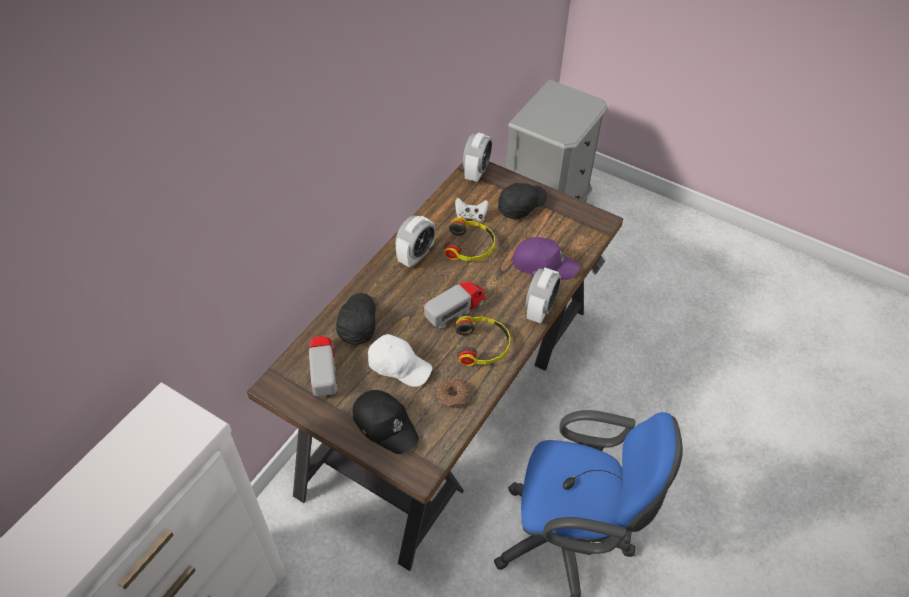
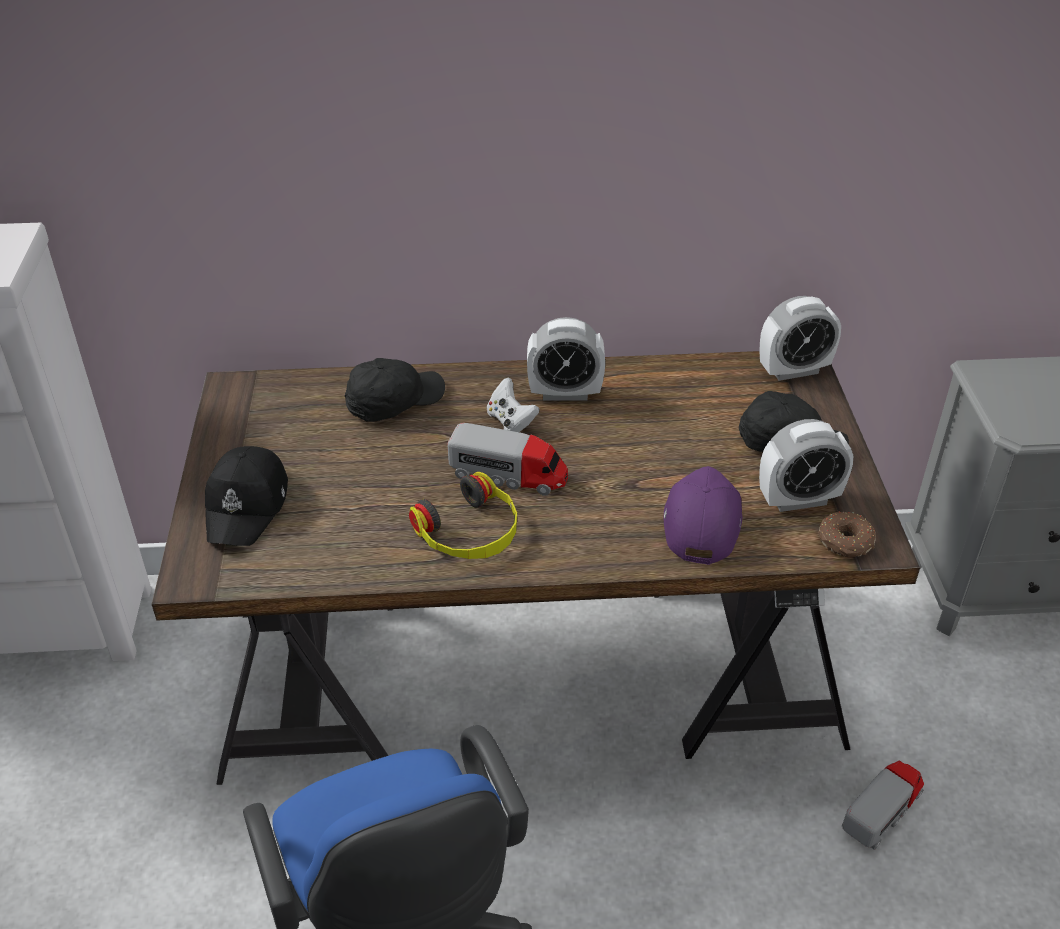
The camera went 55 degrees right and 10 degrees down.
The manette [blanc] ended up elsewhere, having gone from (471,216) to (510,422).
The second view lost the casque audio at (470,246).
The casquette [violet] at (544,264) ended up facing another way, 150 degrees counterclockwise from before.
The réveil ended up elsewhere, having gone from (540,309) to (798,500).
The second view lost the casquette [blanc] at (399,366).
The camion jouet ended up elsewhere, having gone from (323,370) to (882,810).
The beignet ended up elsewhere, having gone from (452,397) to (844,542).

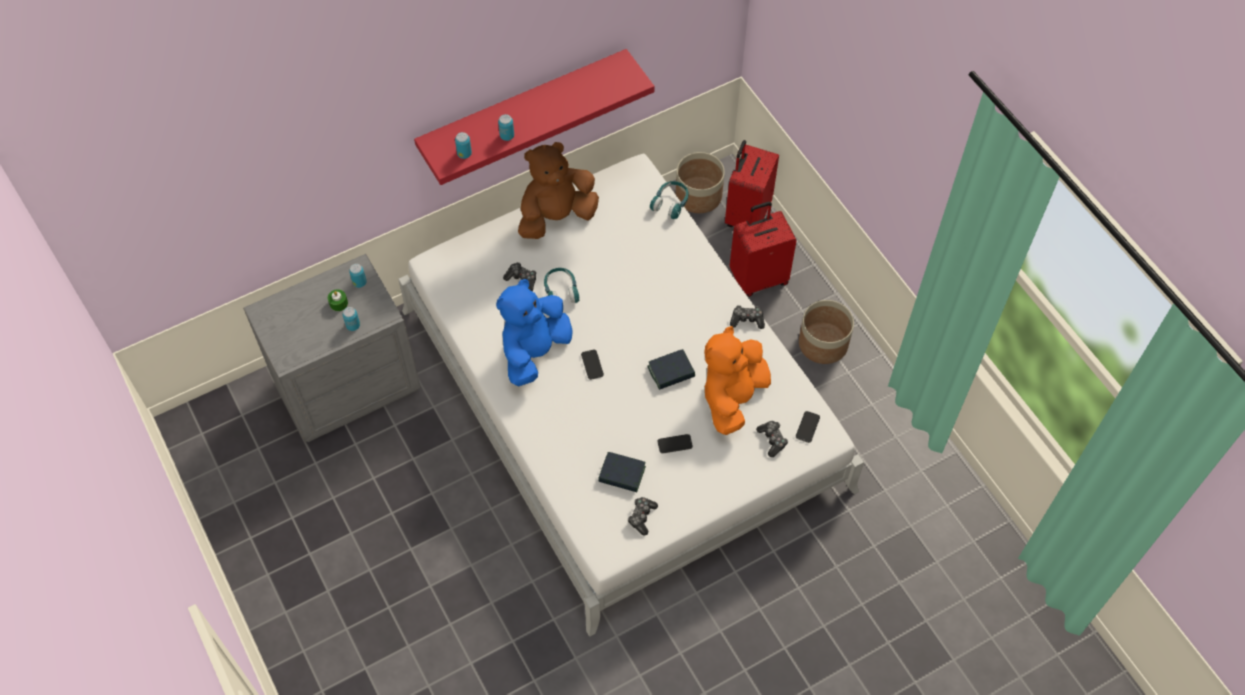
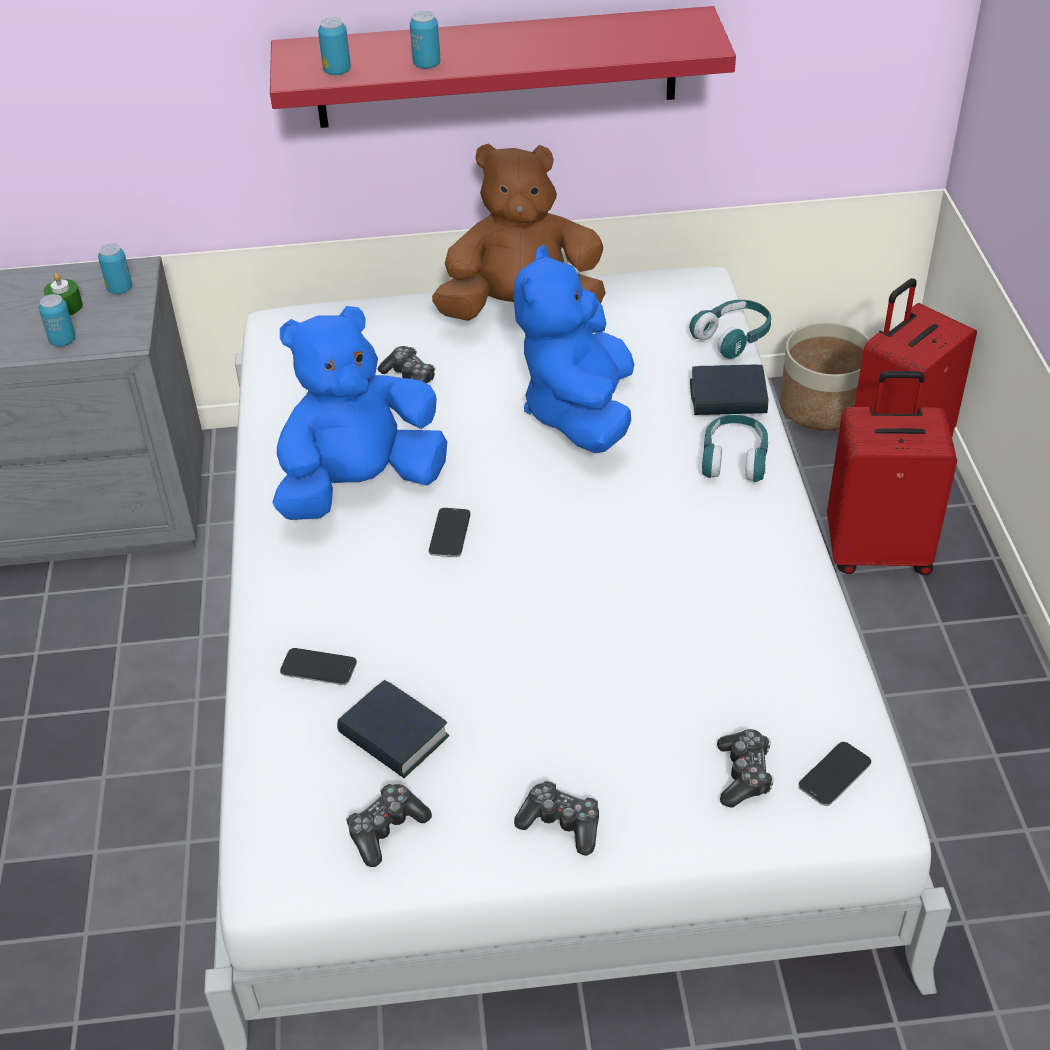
The camera went 25 degrees right and 15 degrees down.
The casque audio [turquoise] ended up elsewhere, having gone from (561,291) to (734,459).
The second view lost the cache-pot at (822,343).
The manette ended up elsewhere, having gone from (747,320) to (561,824).
The second view lost the peluche [orange] at (732,397).
The livre ended up elsewhere, having gone from (671,372) to (728,398).
The téléphone ended up elsewhere, having gone from (675,444) to (318,668).
The second view gained the peluche [bleu] at (580,412).

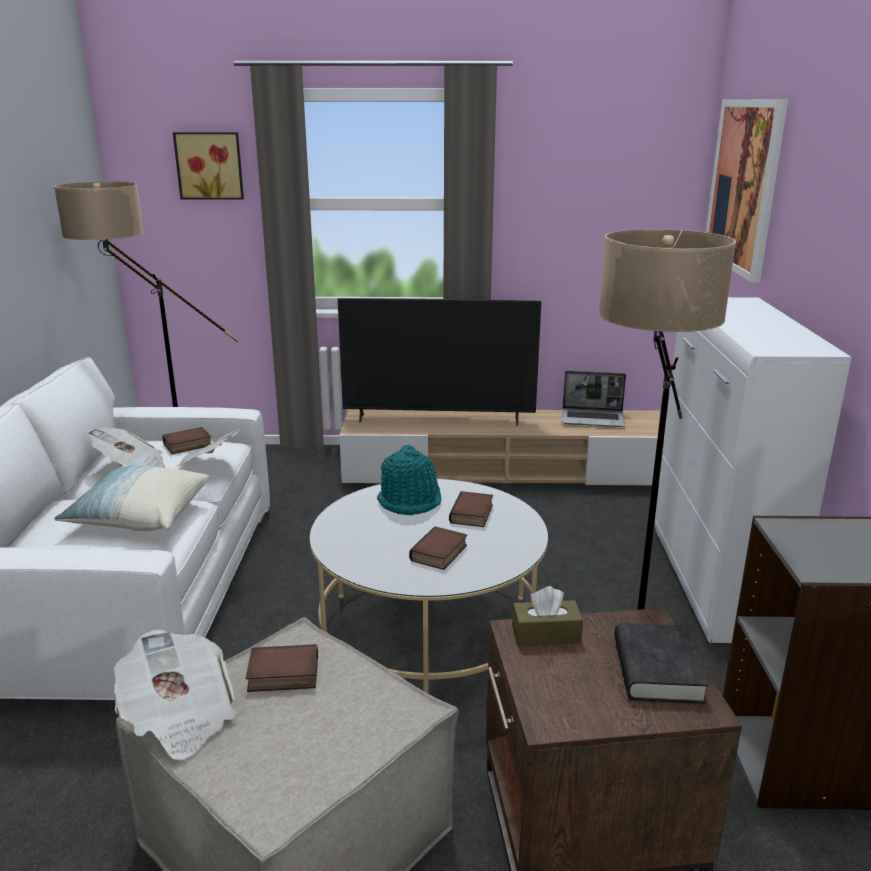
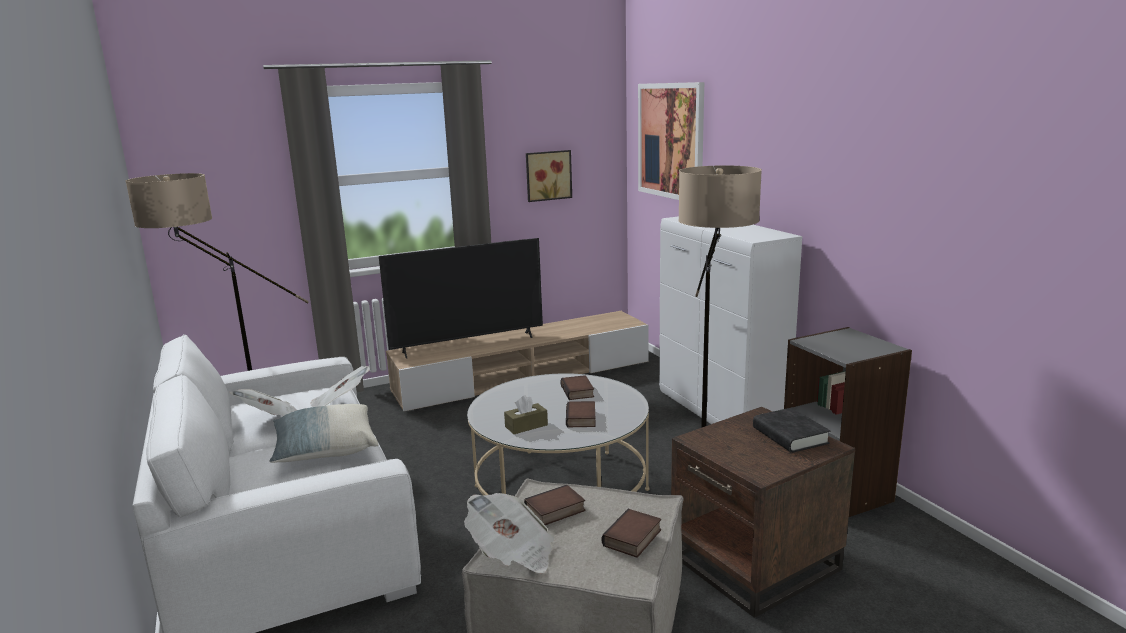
The camera went 25 degrees left and 5 degrees down.
The tableau ended up elsewhere, having gone from (210,165) to (548,175).
The second view lost the ordinateur portable at (593,419).
The livre ended up elsewhere, having gone from (187,445) to (633,539).
The second view lost the chapeau [turquoise] at (410,500).
The boîte à mouchoirs [marron] ended up elsewhere, having gone from (546,634) to (526,426).

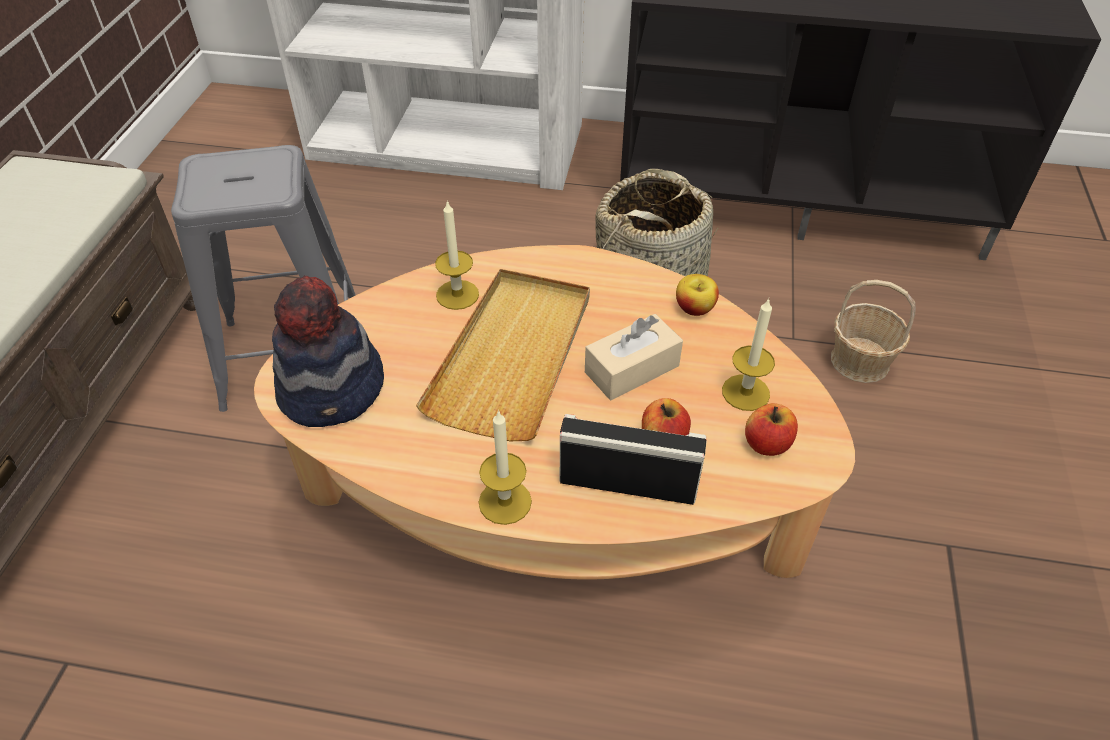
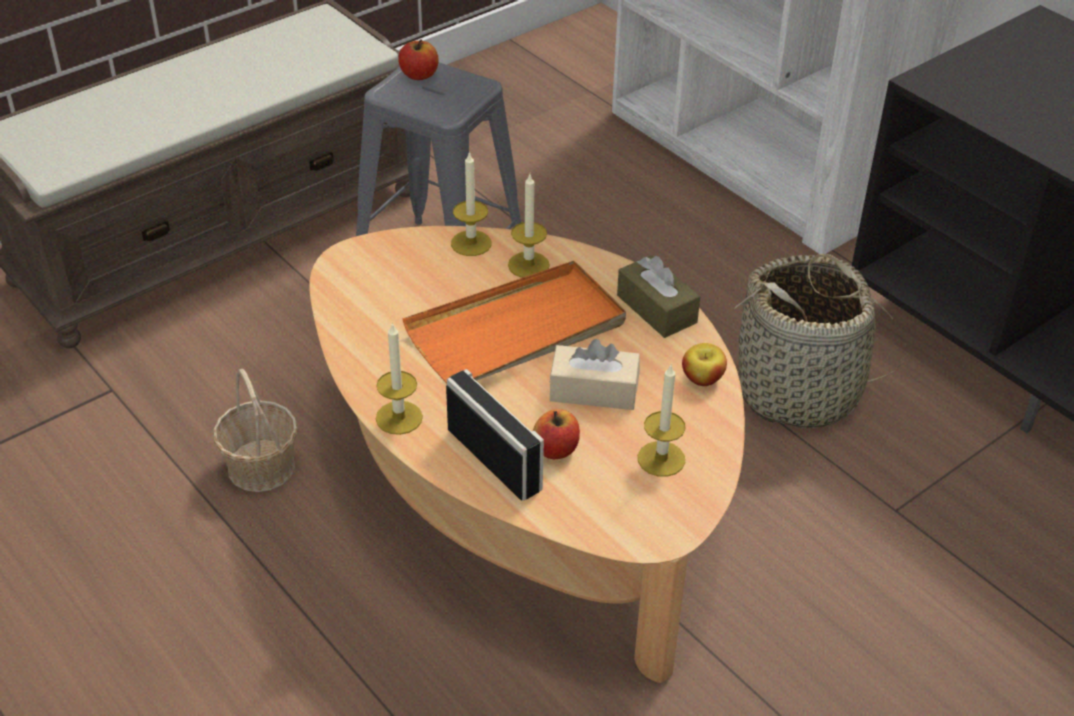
The camera went 40 degrees right and 5 degrees down.
What was the plateau [beige] at (513,356) turned into the plateau [orange] at (517,330).
The second view lost the chapeau at (334,390).
The panier ended up elsewhere, having gone from (860,361) to (261,467).
The pomme ended up elsewhere, having gone from (767,444) to (419,75).
The second view gained the bougie at (471,243).
The second view gained the boîte à mouchoirs [marron] at (656,309).

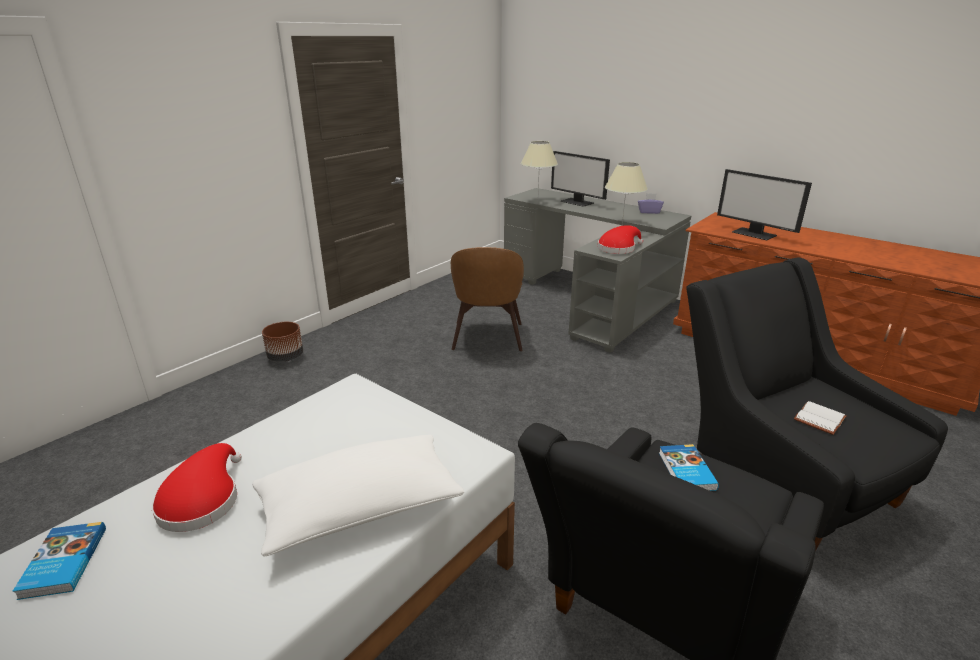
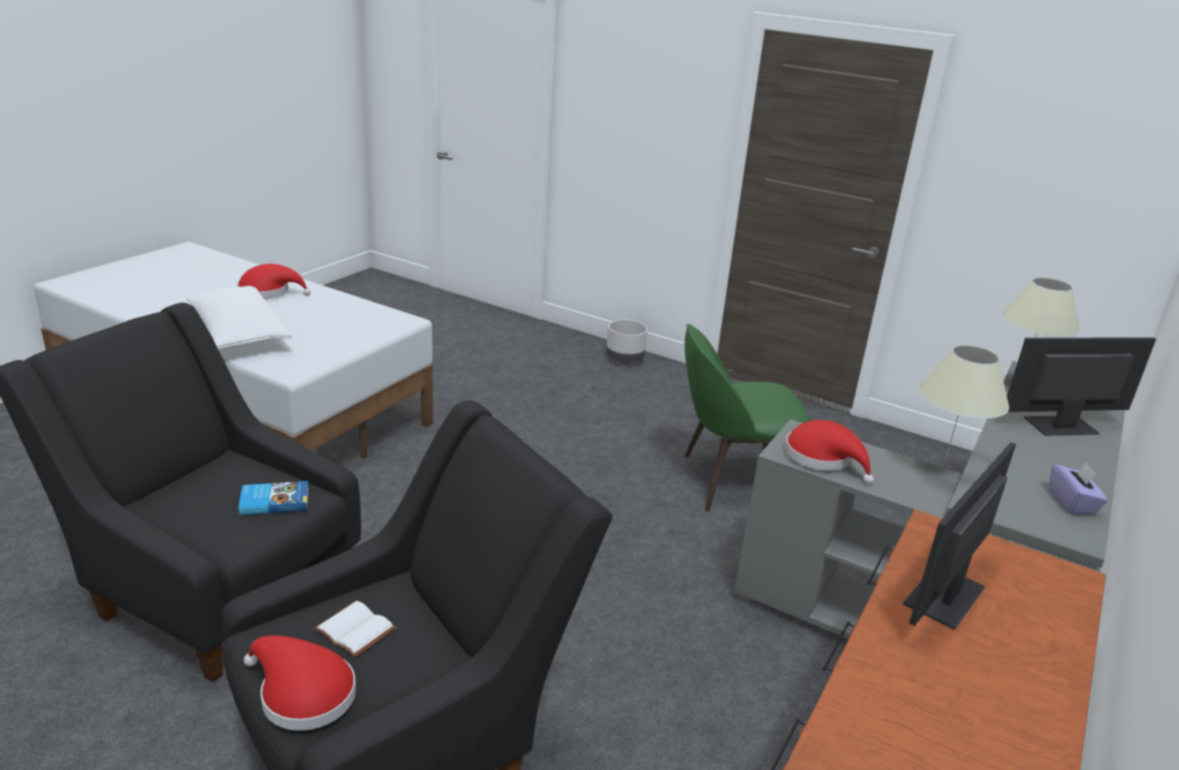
The camera went 80 degrees right and 0 degrees up.
The écran d'ordinateur at (577,202) ended up facing another way, 45 degrees clockwise from before.
What was the chaise [marron] at (487,338) turned into the chaise [vert] at (731,481).
What was the cache-pot [marron] at (286,357) turned into the cache-pot [gris] at (625,359).
The second view lost the livre at (62,563).
The second view gained the chapeau [rouge] at (302,694).

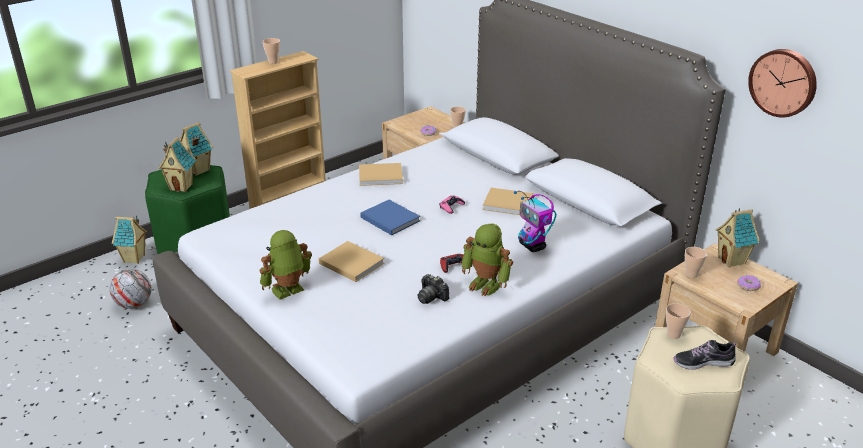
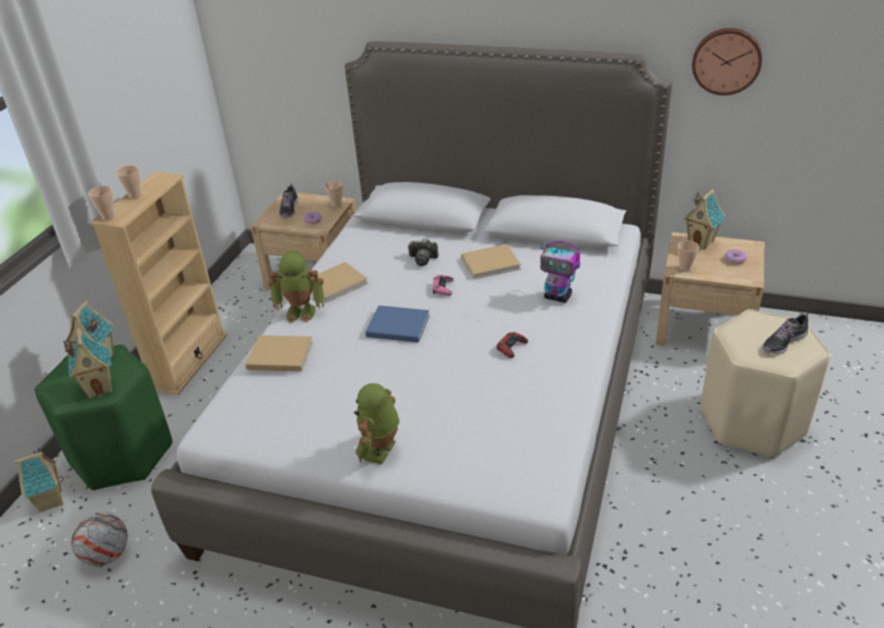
The camera went 30 degrees left and 5 degrees up.
The robot jouet ended up elsewhere, having gone from (486,284) to (301,311).
The livre [beige] ended up elsewhere, having gone from (350,262) to (278,355).
The appareil photo ended up elsewhere, having gone from (432,297) to (423,259).
The tasse ended up elsewhere, having gone from (673,334) to (108,217).
The second view gained the chaussure at (289,209).

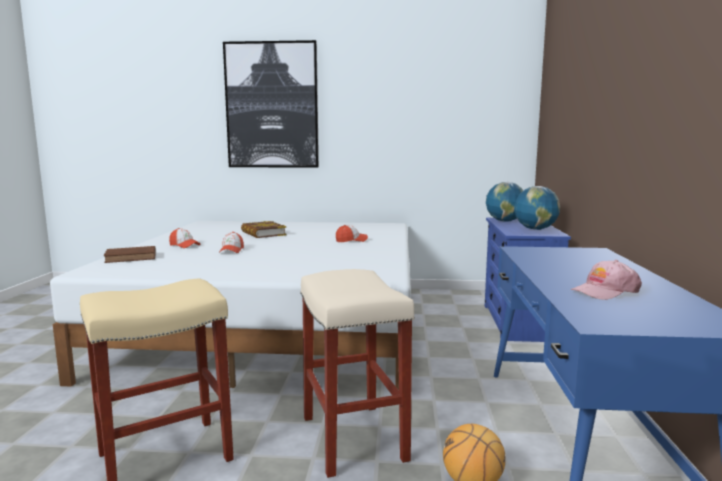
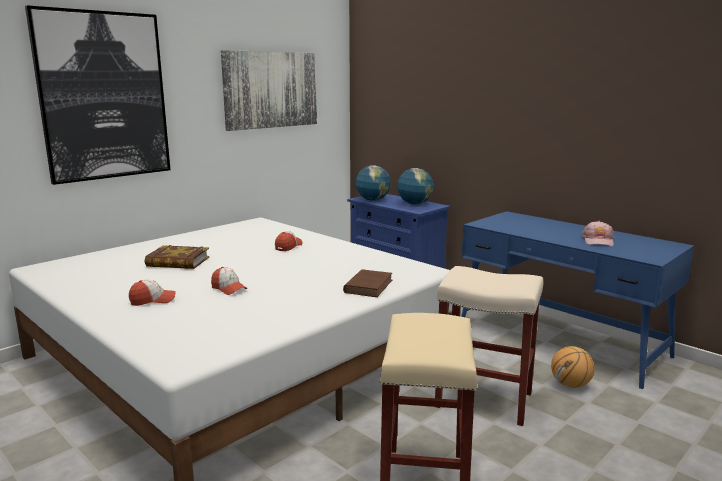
The camera went 50 degrees left and 5 degrees up.
The livre [marron] ended up elsewhere, having gone from (132,257) to (369,286).
The second view gained the tableau at (271,90).

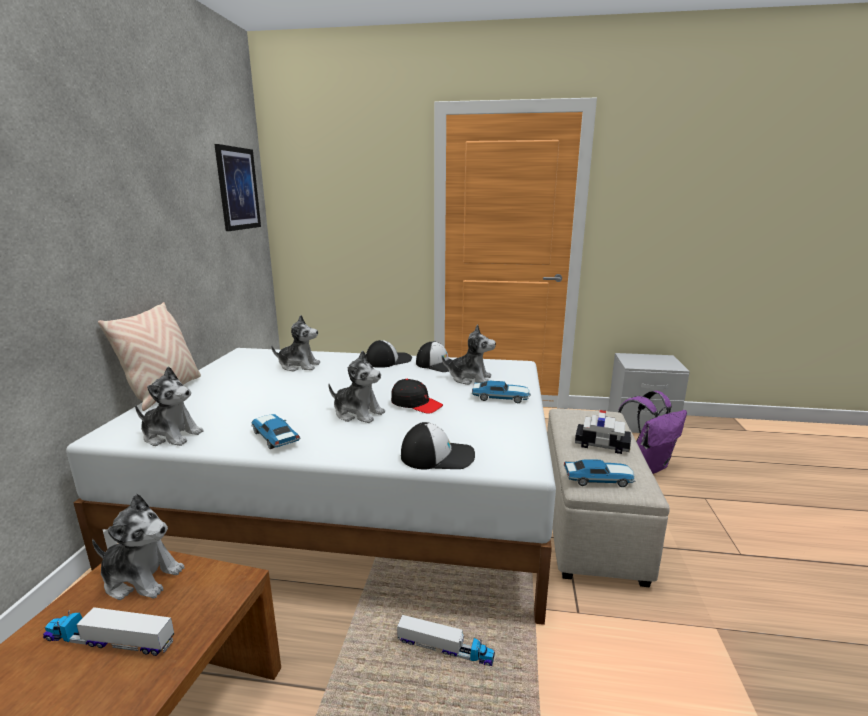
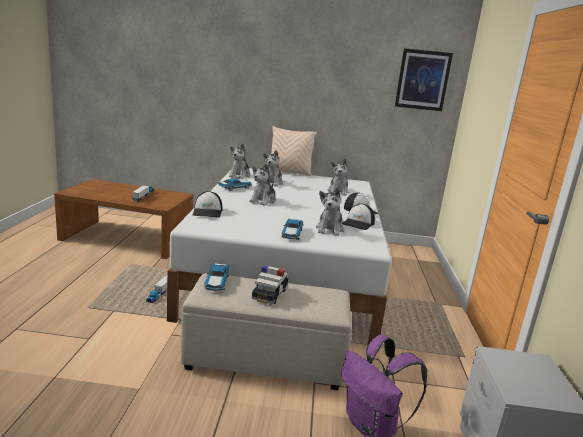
The camera went 85 degrees right and 0 degrees up.
The second view lost the casquette [noir] at (416,404).
The peluche ended up elsewhere, having gone from (142,577) to (272,183).

